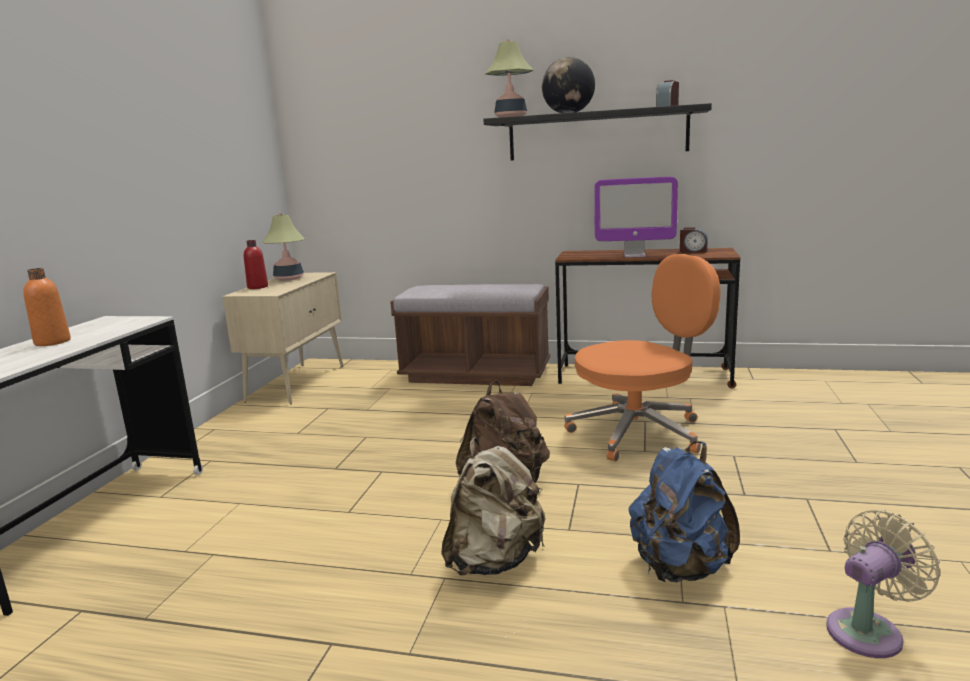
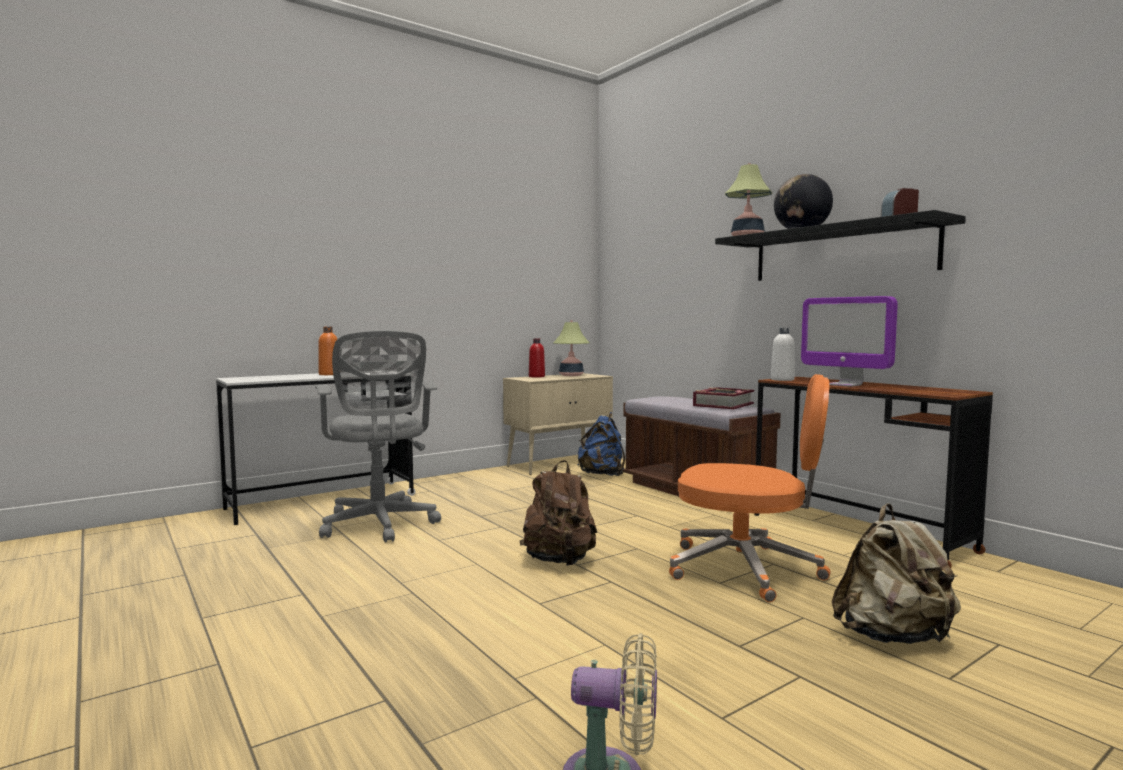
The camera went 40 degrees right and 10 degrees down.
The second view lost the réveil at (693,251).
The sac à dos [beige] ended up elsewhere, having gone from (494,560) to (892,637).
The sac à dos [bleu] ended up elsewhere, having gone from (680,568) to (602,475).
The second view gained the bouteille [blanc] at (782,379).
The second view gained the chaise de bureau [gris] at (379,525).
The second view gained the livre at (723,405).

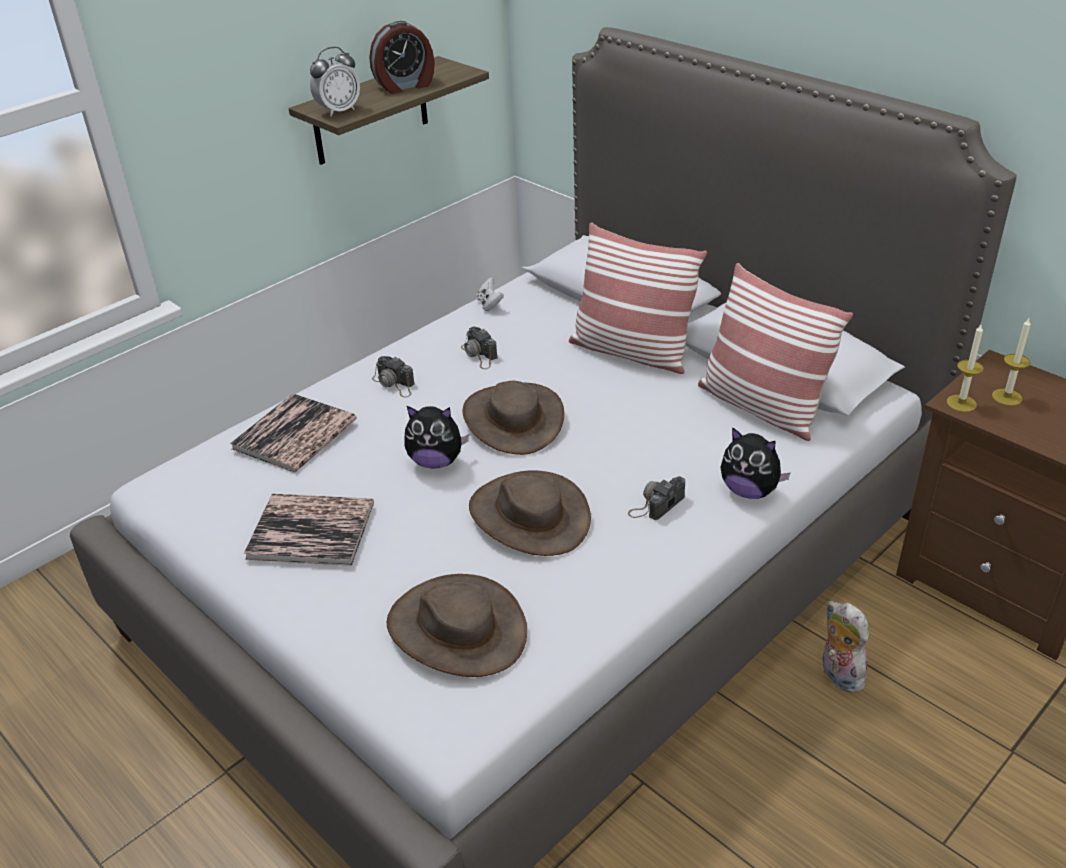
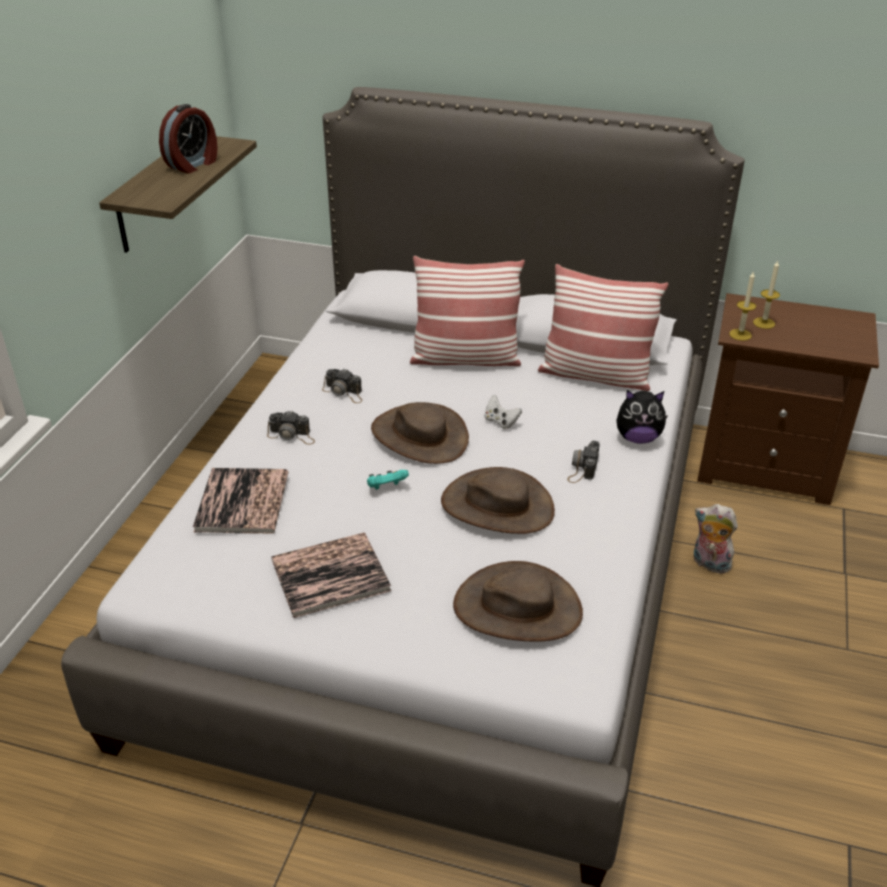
The camera went 30 degrees left and 0 degrees up.
The second view lost the réveil at (338,111).
The manette [blanc] ended up elsewhere, having gone from (489,304) to (501,422).
Where the peluche stood at (436,461), the manette [turquoise] came to stand at (386,487).

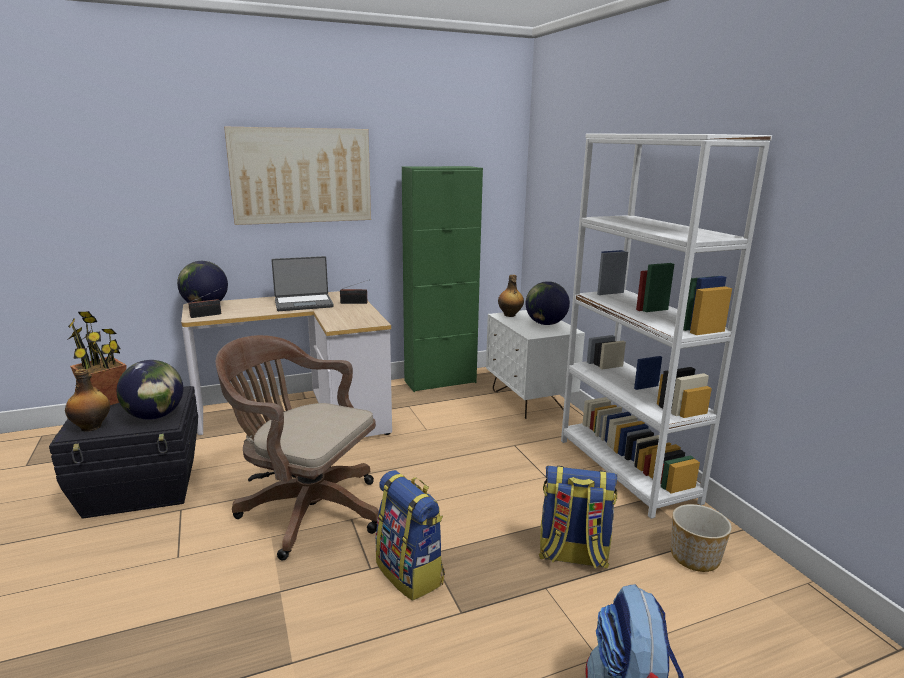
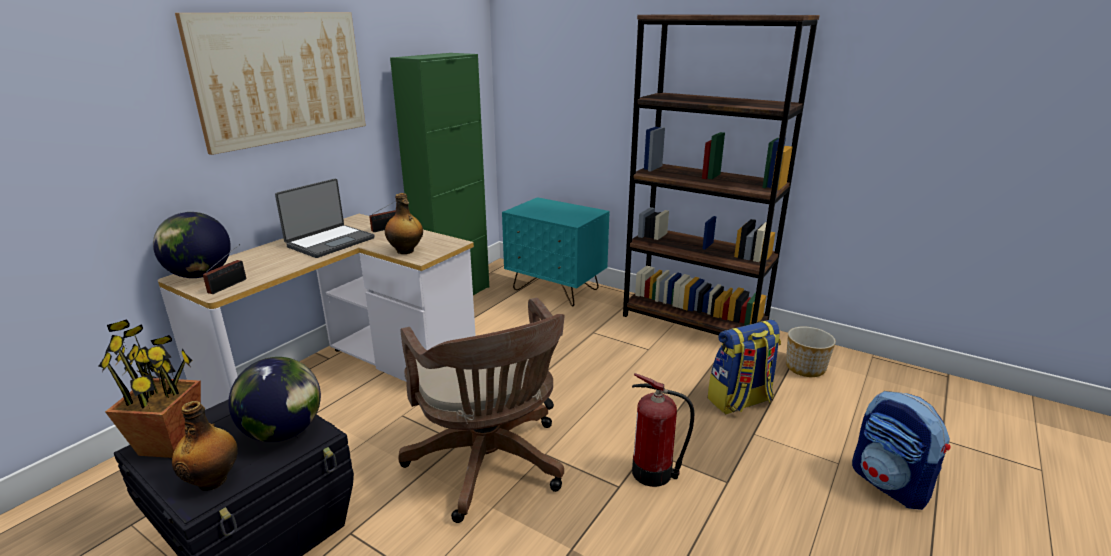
The camera went 35 degrees left and 5 degrees up.
What was the bibliothèque [blanc] at (626,470) turned into the bibliothèque [marron] at (694,322).
The bouteille ended up elsewhere, having gone from (510,315) to (406,251).
The second view lost the globe at (545,323).
What was the table de chevet [blanc] at (529,401) turned into the table de chevet [turquoise] at (556,290).
The chaise de bureau [marron] at (305,509) ended up facing another way, 105 degrees counterclockwise from before.
Where the sac à dos stood at (411,573), the extincteur came to stand at (654,473).

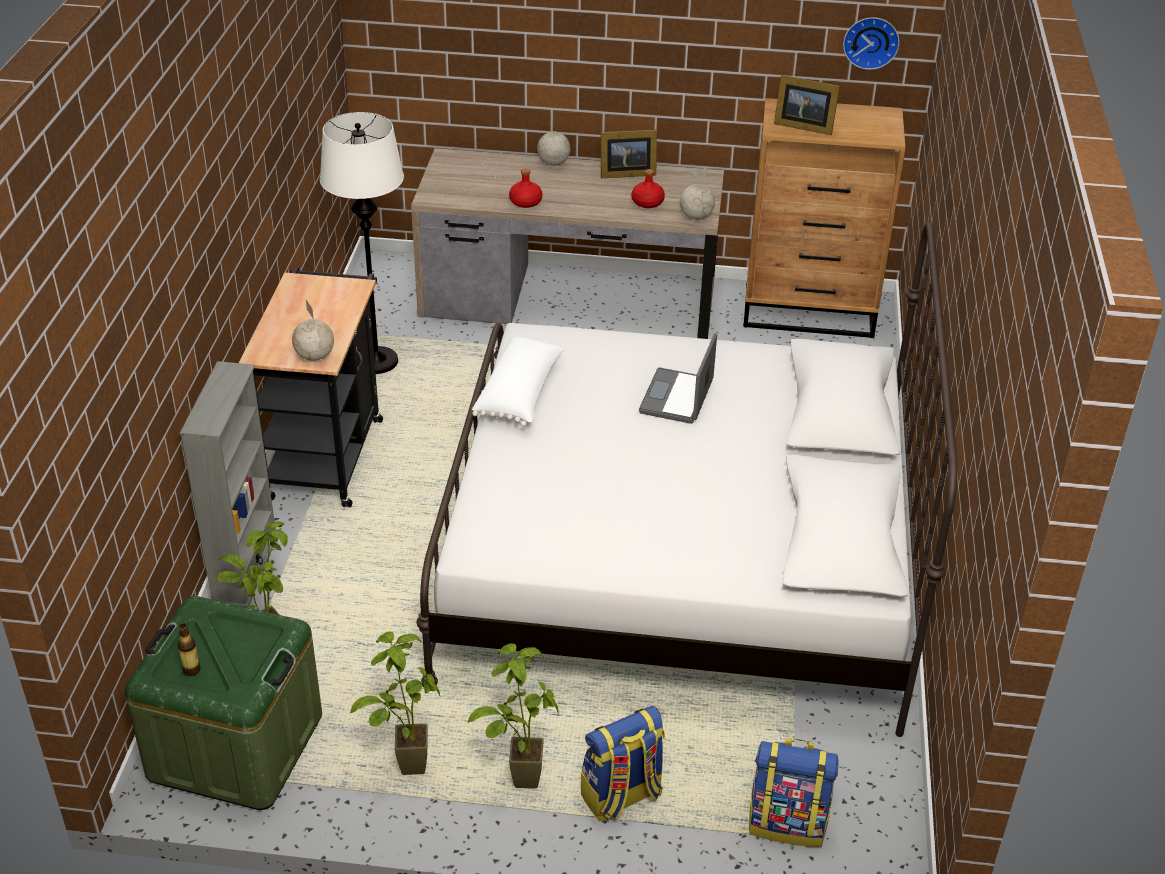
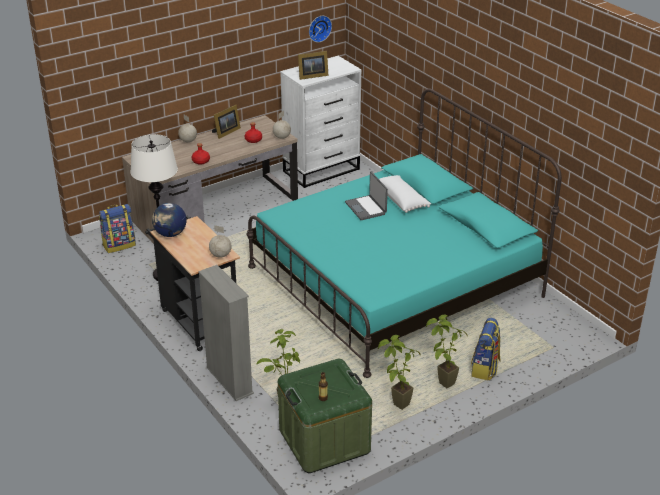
The camera went 40 degrees left and 5 degrees down.
What was the commode [marron] at (810,311) turned into the commode [blanc] at (322,170).
What was the lit [blanc] at (679,555) turned into the lit [turquoise] at (394,281).
The coussin [blanc] ended up elsewhere, having gone from (520,393) to (402,200).
The sac à dos ended up elsewhere, having gone from (788,823) to (119,245).
The second view gained the globe at (170,234).

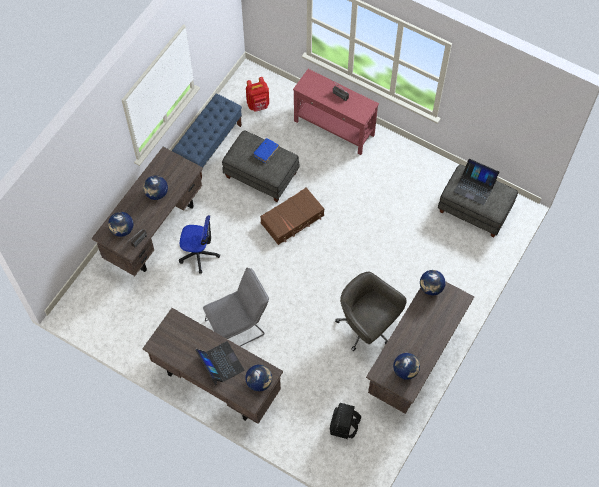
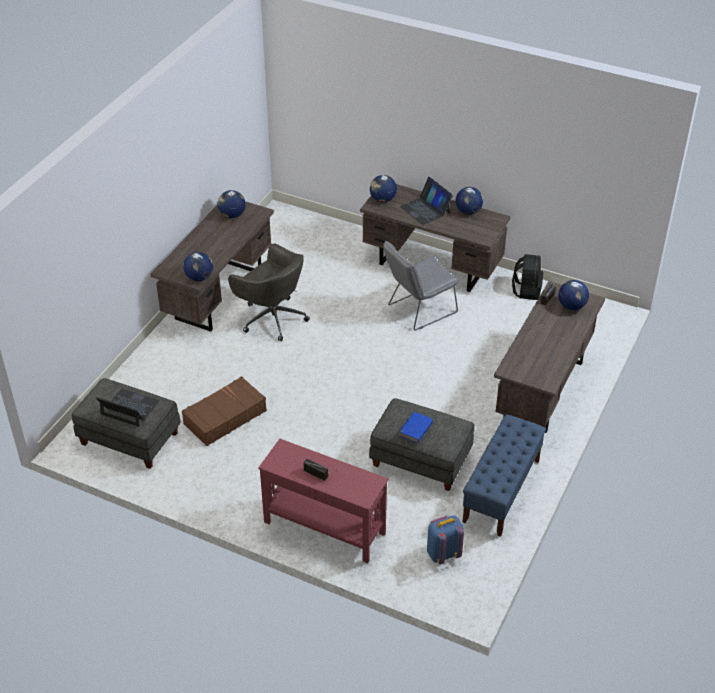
The camera went 175 degrees right and 20 degrees down.
What was the sac à dos [rouge] at (258,105) turned into the sac à dos [bleu] at (443,553).
The globe ended up elsewhere, having gone from (156,193) to (468,211).
The valise [marron] ended up elsewhere, having gone from (292,219) to (224,417).
The second view lost the chaise de bureau at (199,254).
The sac à dos [noir] ended up elsewhere, having gone from (344,426) to (526,290).

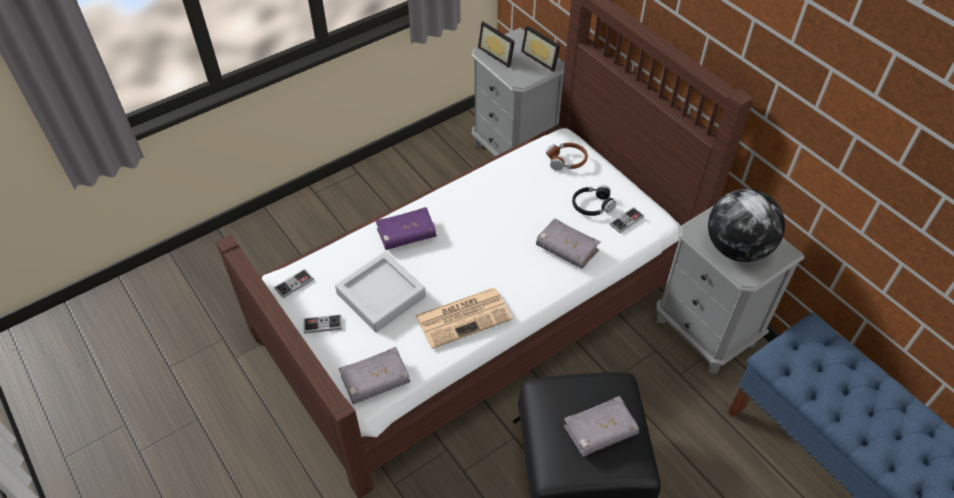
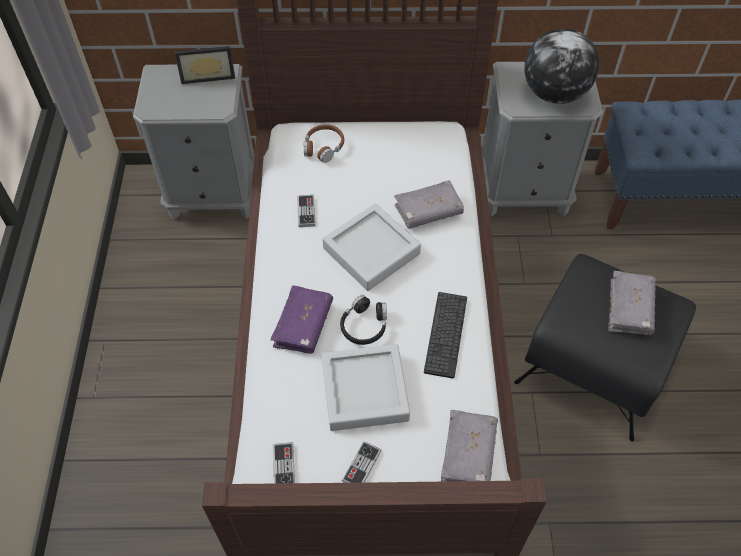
The camera went 55 degrees left and 5 degrees up.
The second view lost the cadre photo at (498,54).
The casque audio [noir] ended up elsewhere, having gone from (592,205) to (364,325).
The manette ended up elsewhere, having gone from (626,221) to (306,211).
Where the journal stood at (464,317), the clavier came to stand at (445,334).
The second view gained the plateau [gris] at (371,251).

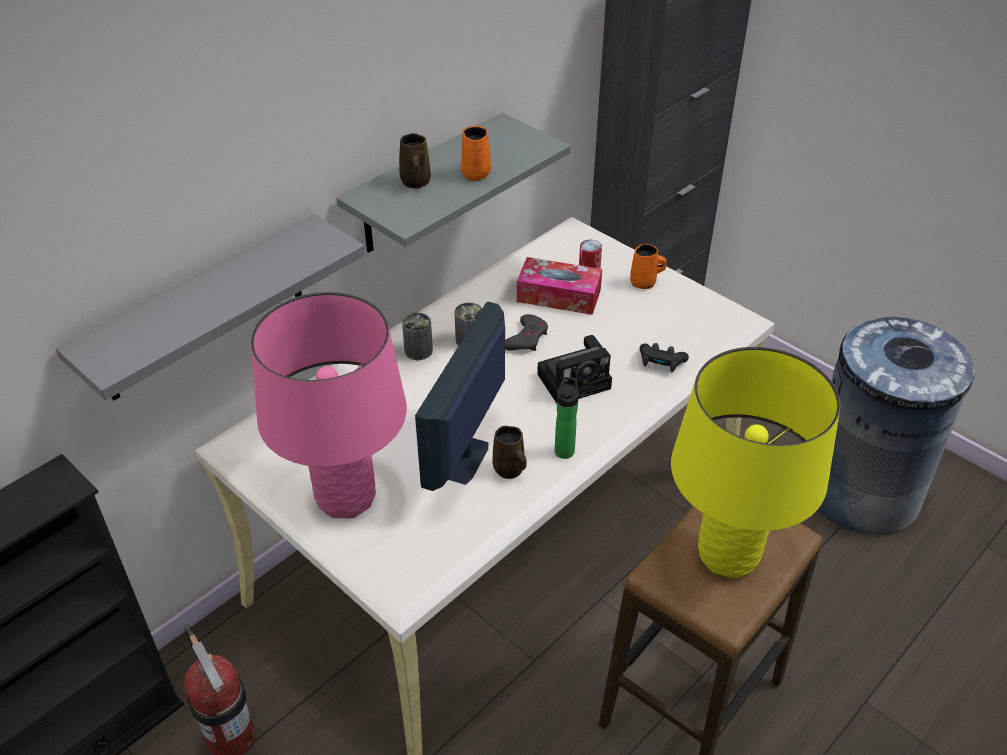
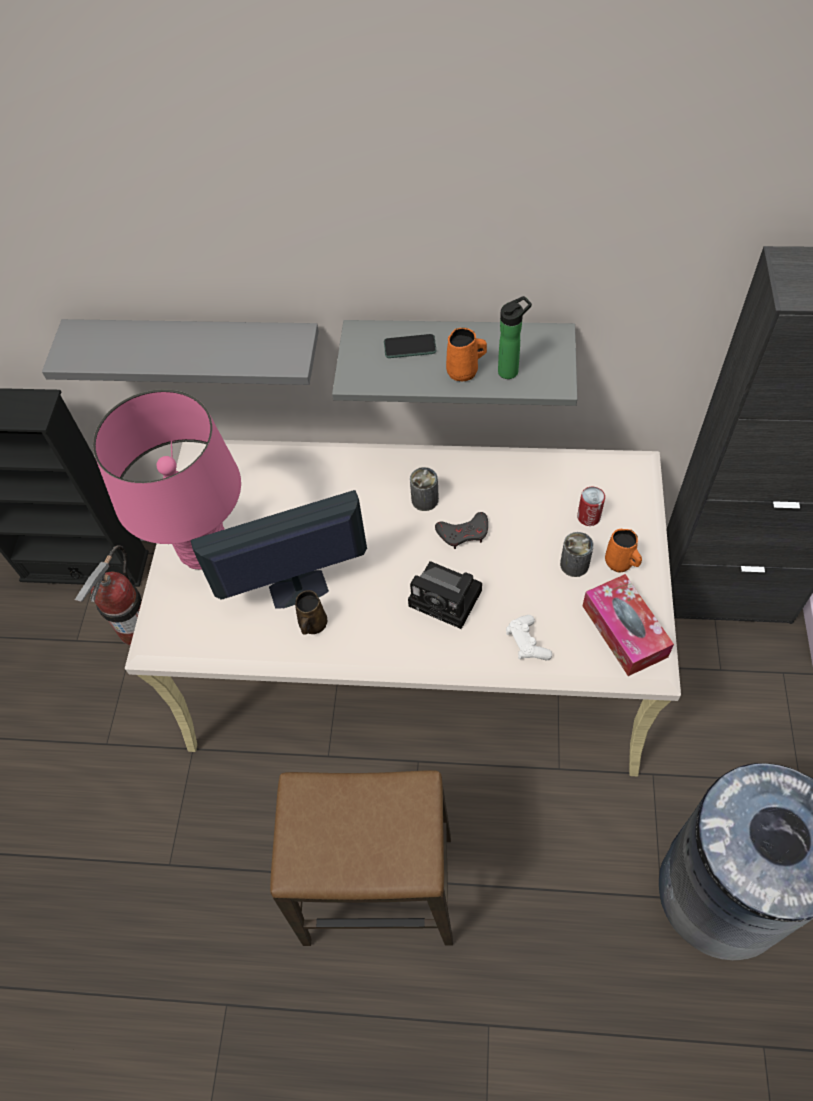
The camera went 55 degrees right and 15 degrees up.
Where the mug [marron] stood at (415,182), the téléphone came to stand at (410,347).
The boîte à mouchoirs ended up elsewhere, having gone from (558,295) to (624,631).
The boîte métallique ended up elsewhere, having gone from (418,350) to (574,564).
What was the manette [noir] at (661,363) turned into the manette [blanc] at (527,643).
The second view lost the lampe de table [jaune] at (728,555).
The bouteille ended up elsewhere, having gone from (564,449) to (511,370).

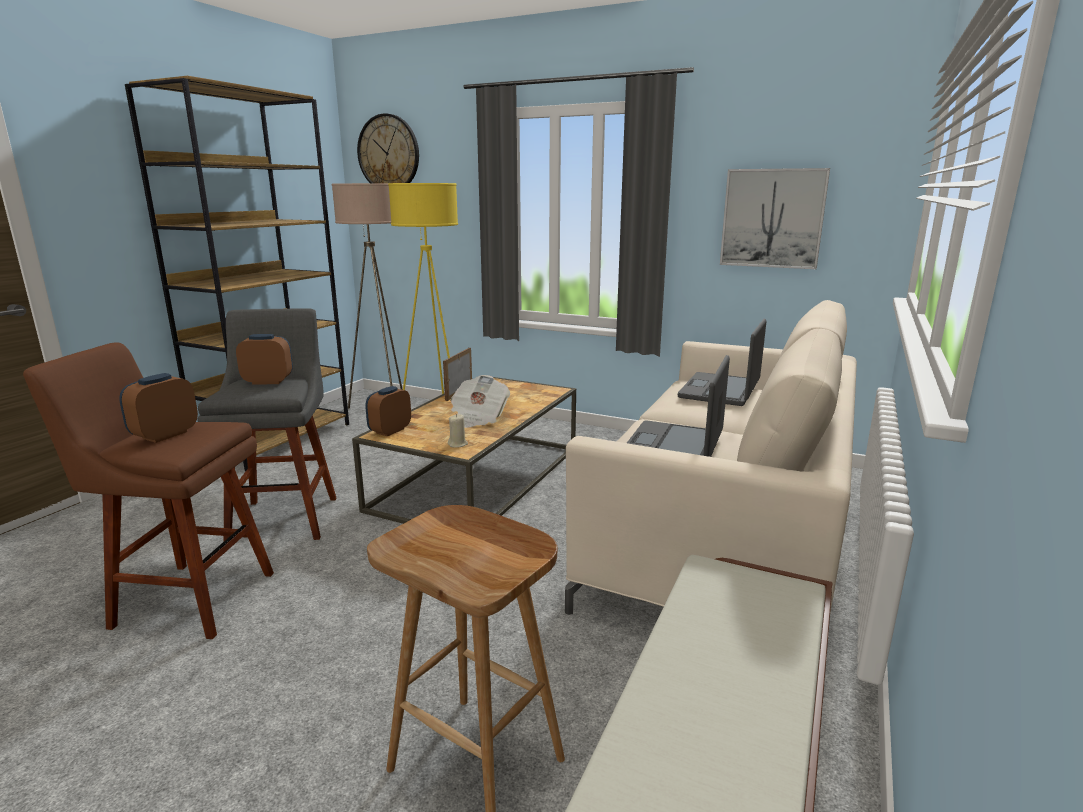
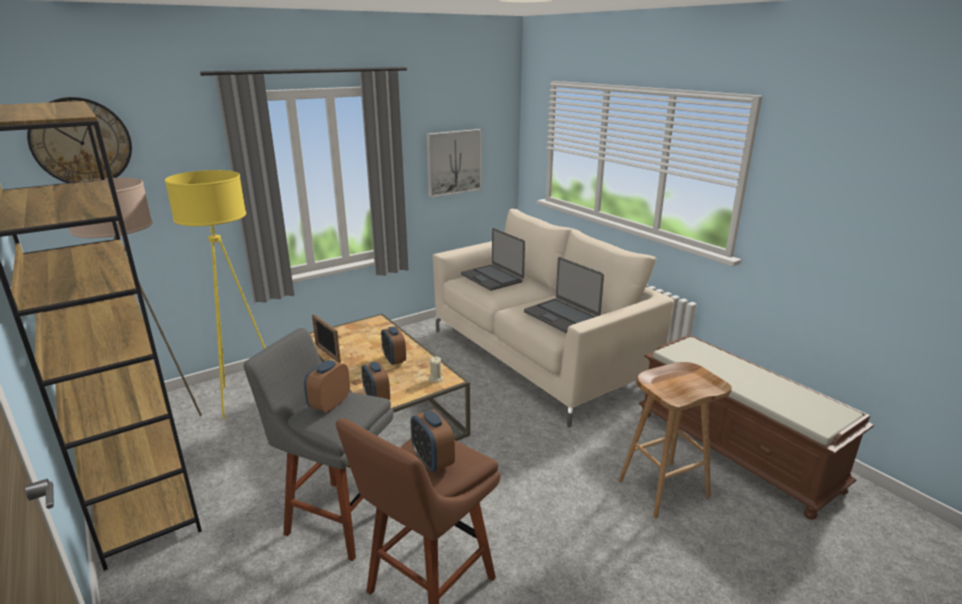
The camera went 60 degrees left and 5 degrees up.
Where the journal stood at (478,417), the réveil came to stand at (394,359).

